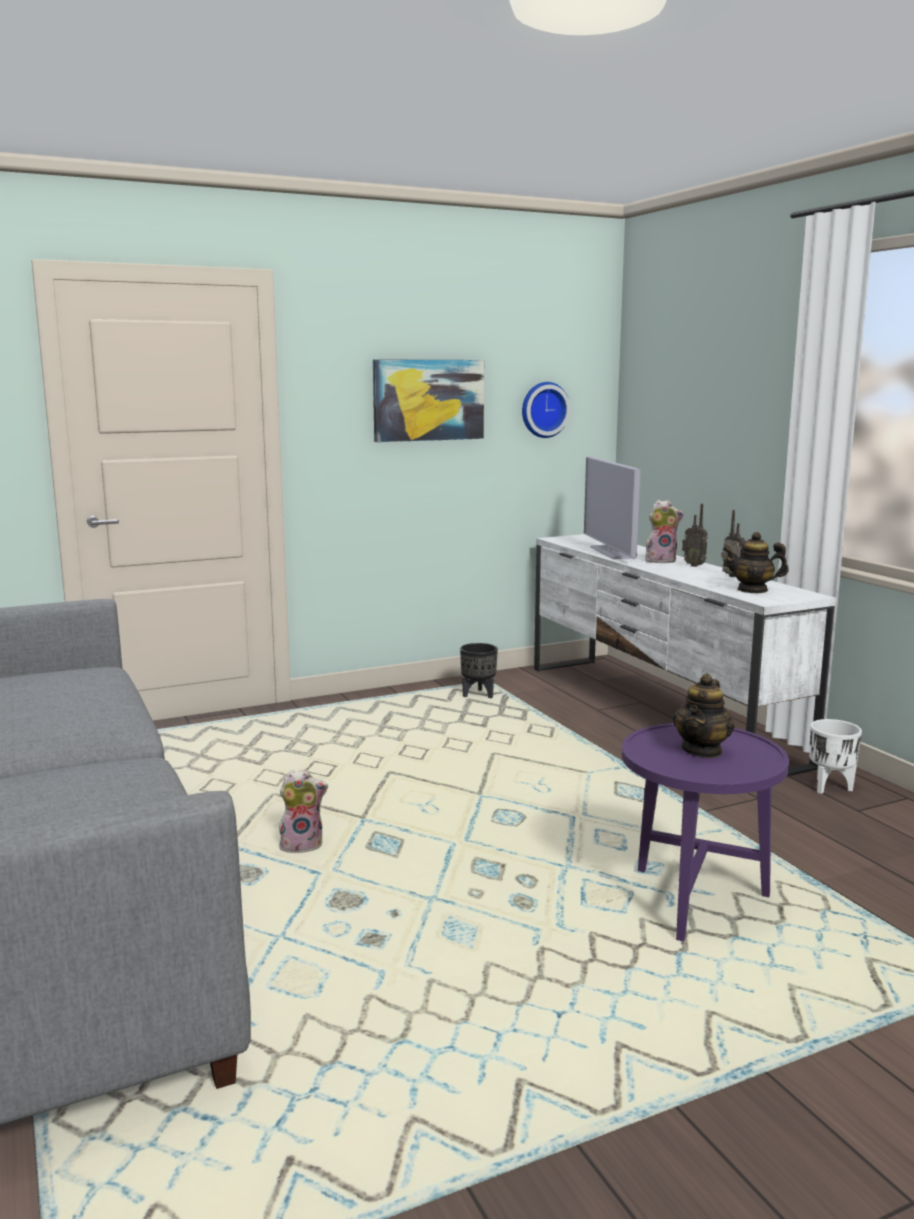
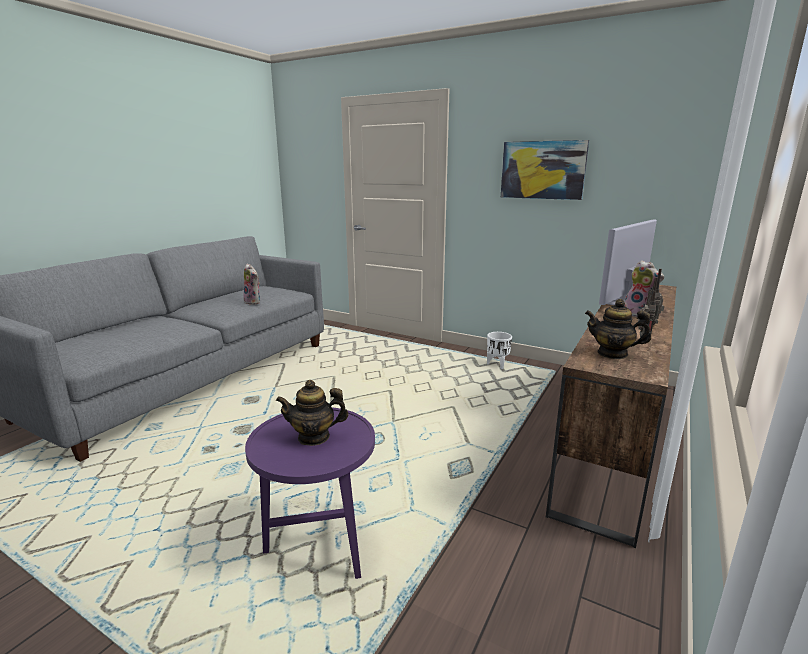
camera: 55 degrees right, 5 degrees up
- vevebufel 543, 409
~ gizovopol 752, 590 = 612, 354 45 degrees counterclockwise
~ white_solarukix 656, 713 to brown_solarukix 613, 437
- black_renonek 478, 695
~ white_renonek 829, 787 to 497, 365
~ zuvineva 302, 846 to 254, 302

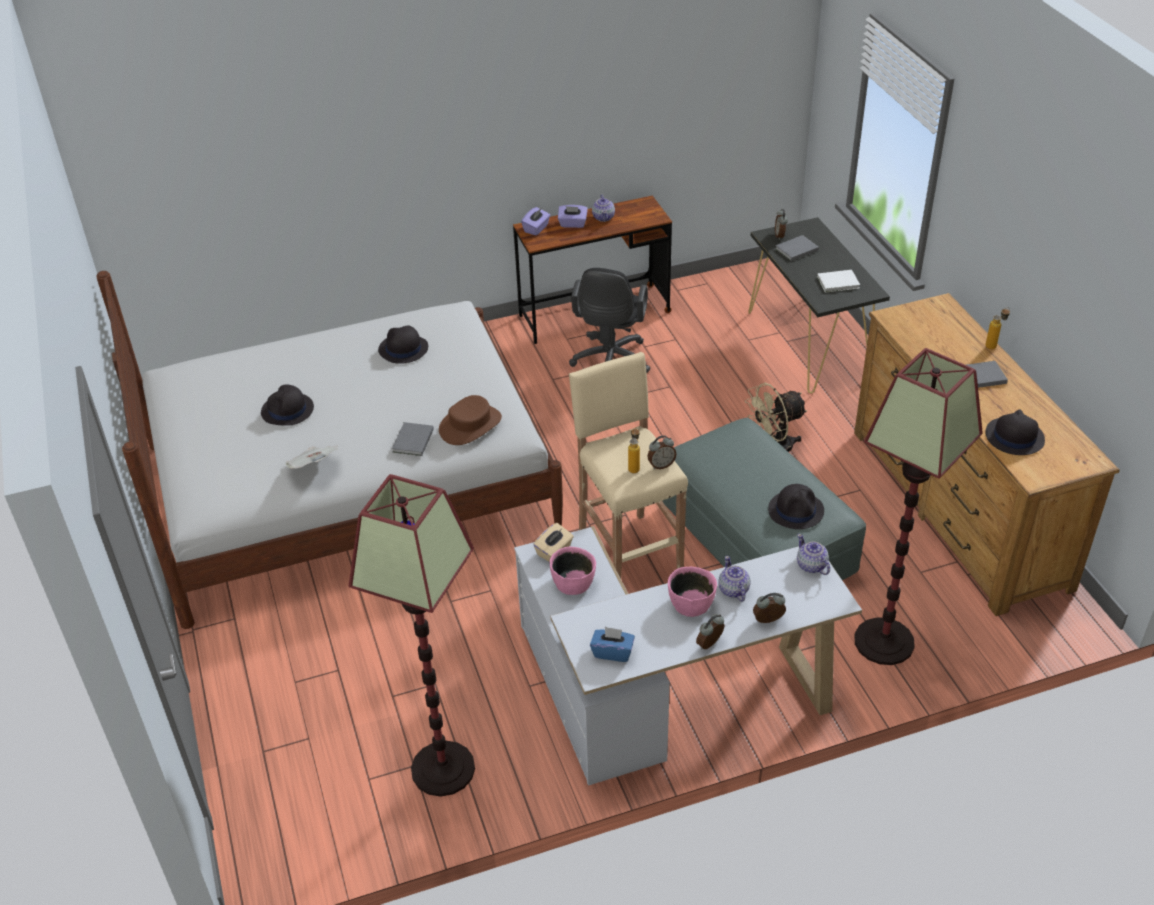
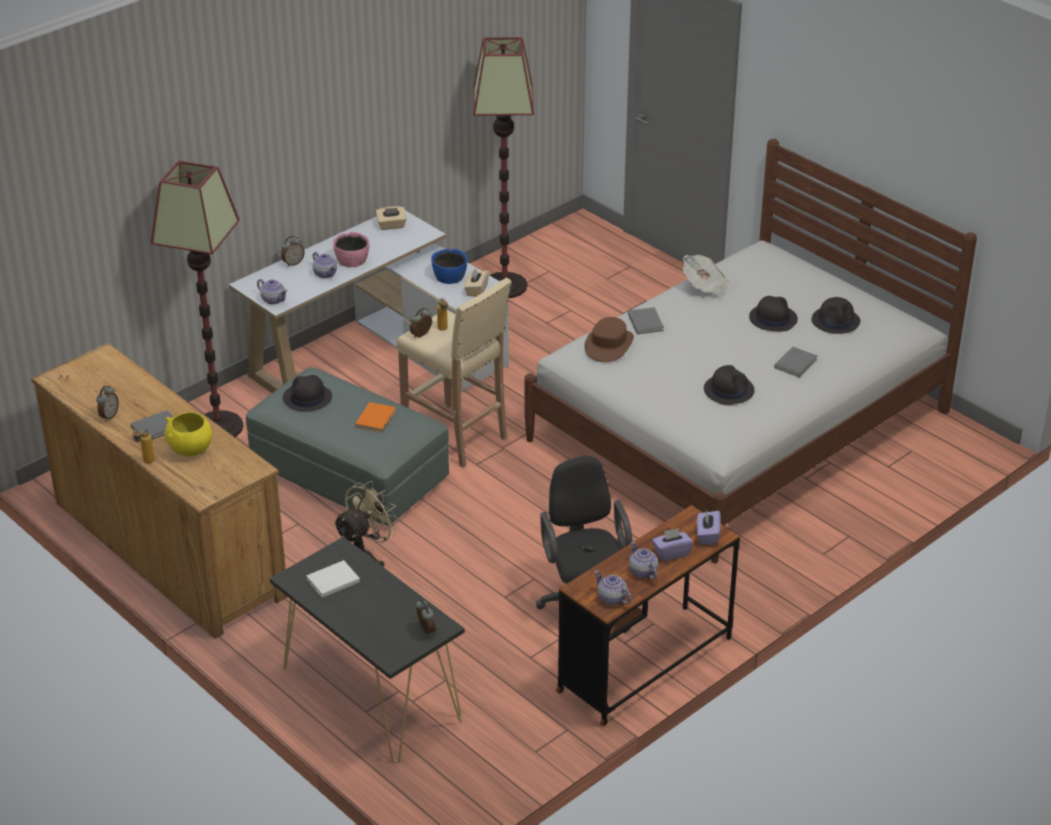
camera: 155 degrees right, 5 degrees down
~ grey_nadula 795, 250 to 796, 363
~ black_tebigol 1014, 437 to 836, 321
~ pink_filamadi 573, 582 to blue_filamadi 450, 277
~ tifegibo 710, 645 to 108, 416
~ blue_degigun 612, 652 to beige_degigun 391, 226
+ orange_nadula 376, 418
+ yellow_filamadi 190, 450
+ gizovopol 612, 599

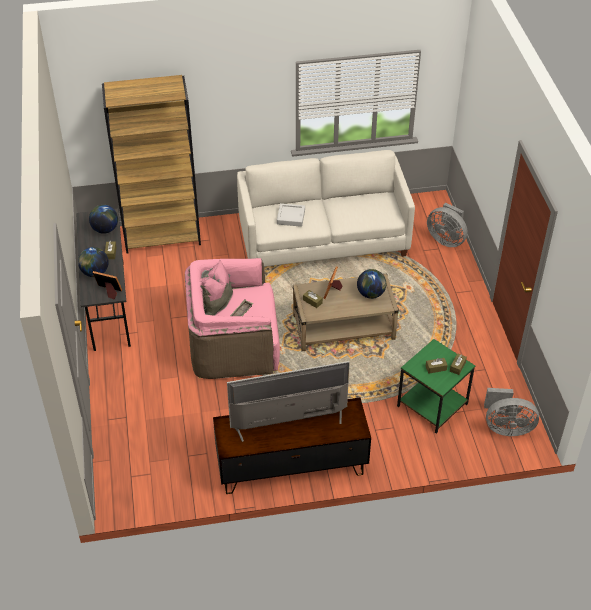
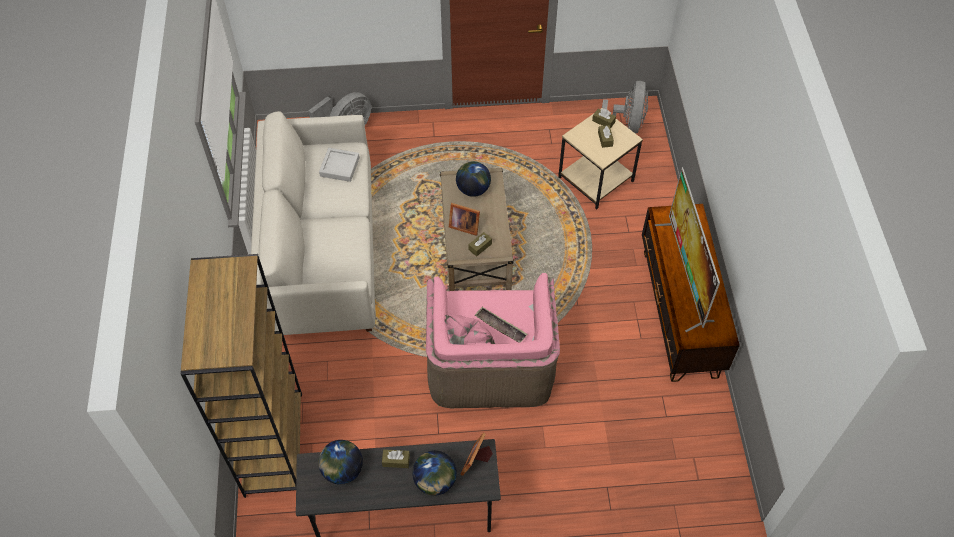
camera: 85 degrees left, 10 degrees up
~ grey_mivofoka 291, 217 to 340, 167
~ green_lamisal 432, 406 to beige_lamisal 597, 179

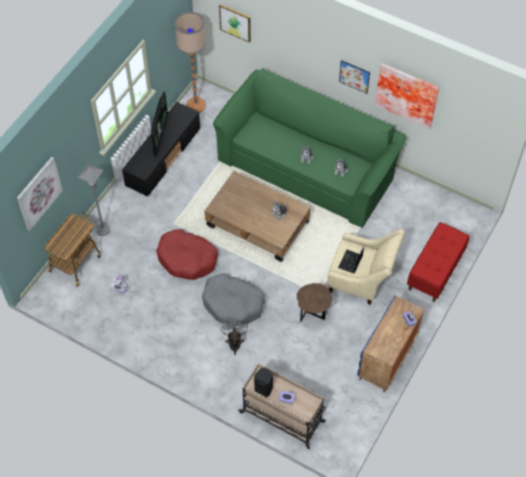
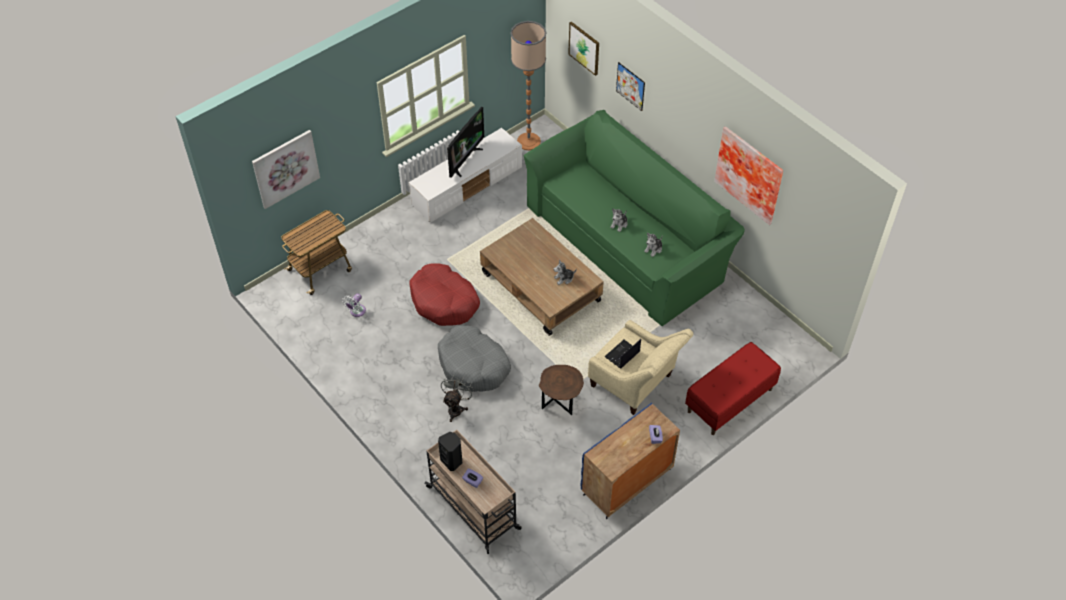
camera: 20 degrees right, 5 degrees down
~ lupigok 354, 76 to 630, 86
~ black_solarukix 163, 157 to white_solarukix 467, 186
- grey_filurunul 103, 230

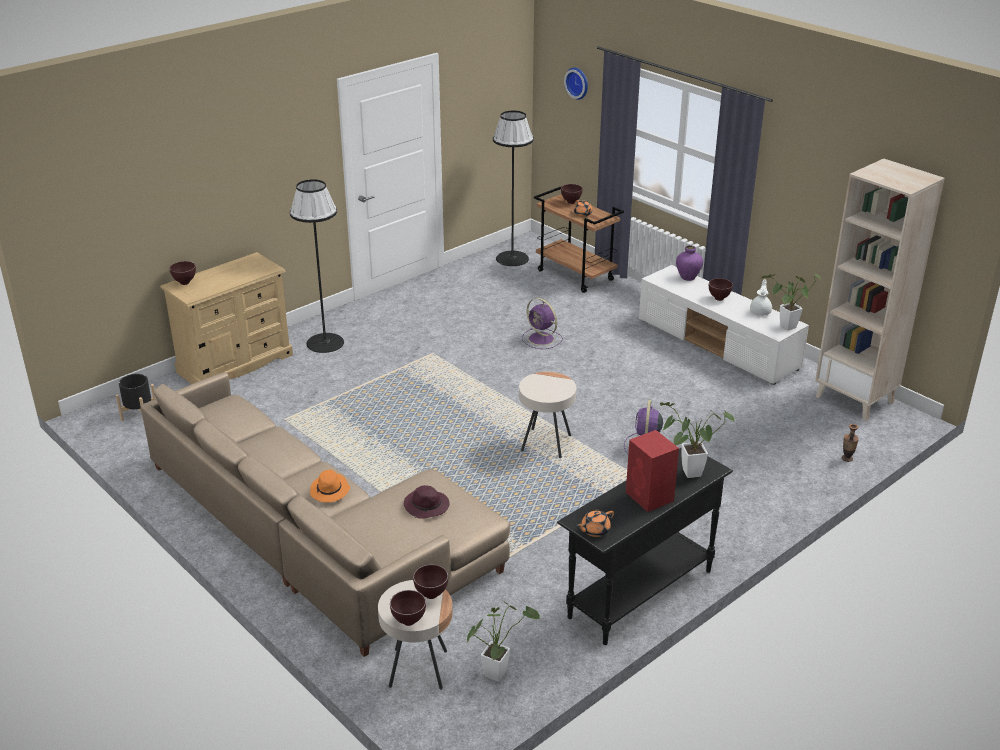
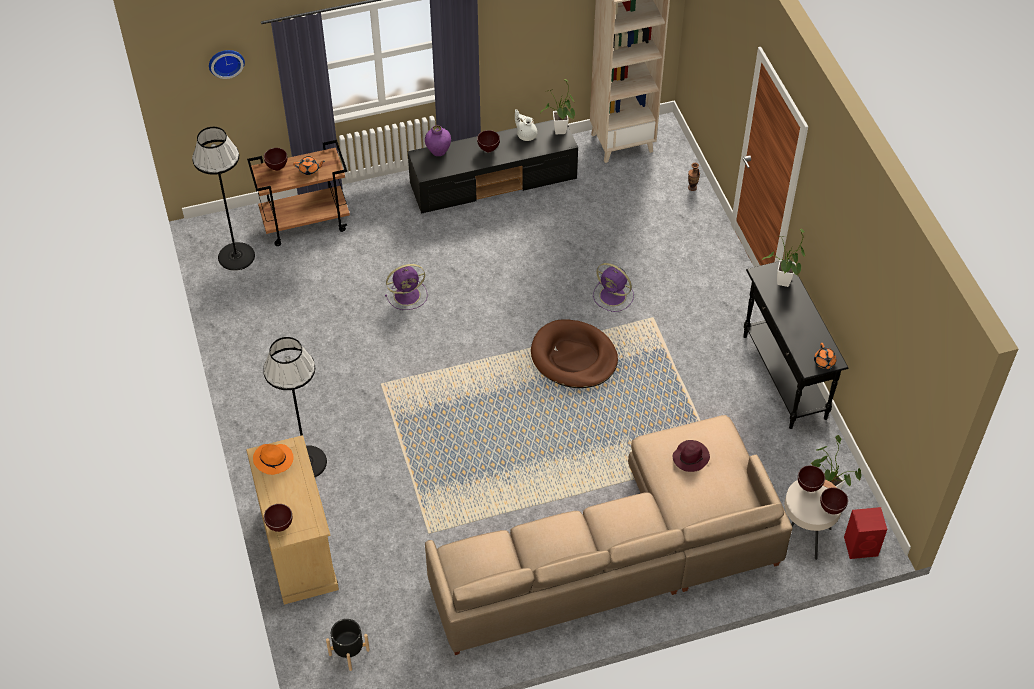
camera: 65 degrees left, 20 degrees up
~ white_solarukix 718, 345 to black_solarukix 494, 182
~ beige_lamisal 546, 443 to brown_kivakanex 574, 357
~ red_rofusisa 650, 497 to 861, 546
~ orange_tebigol 330, 491 to 274, 460

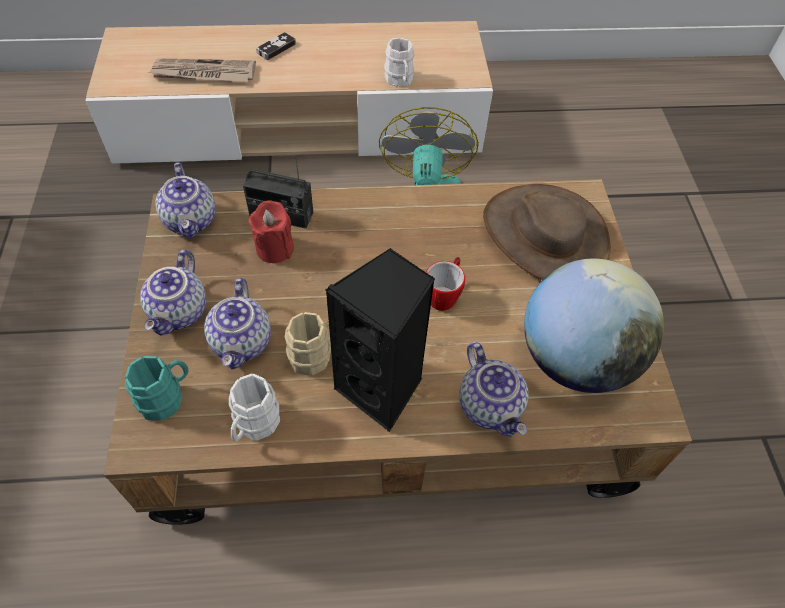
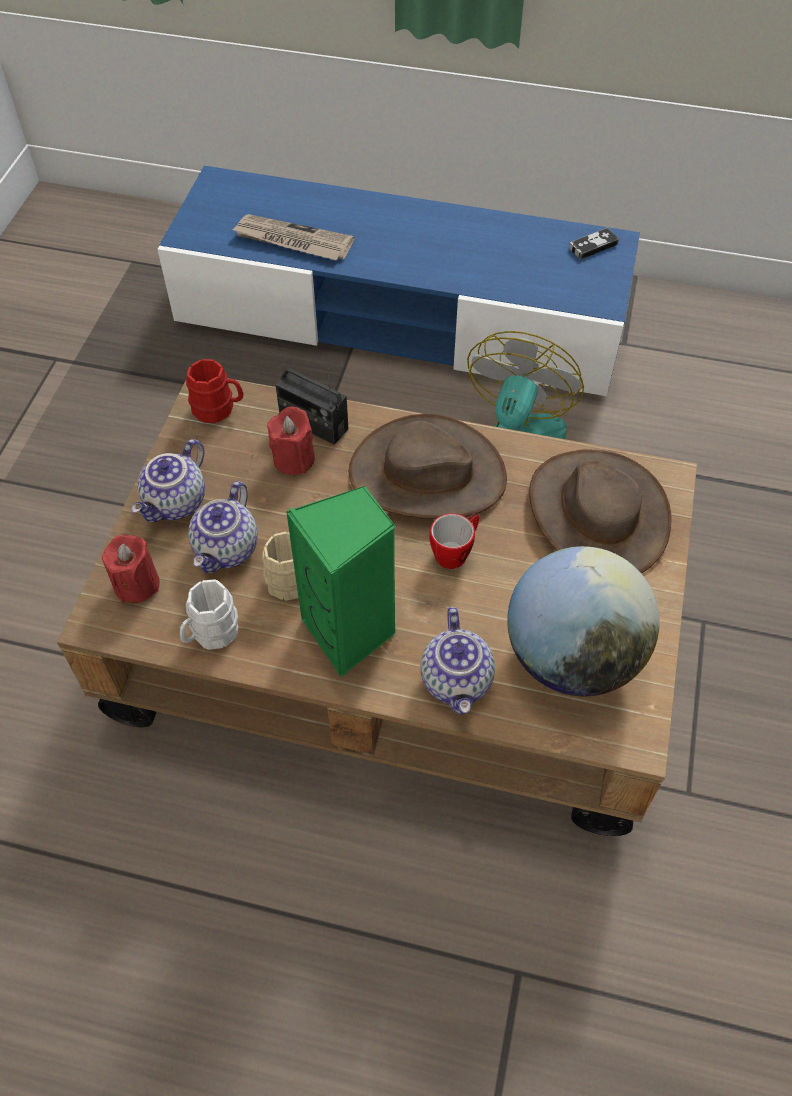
camera: 20 degrees right, 0 degrees up
~ beige_solarukix 300, 125 to blue_solarukix 399, 317
~ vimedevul 276, 48 to 593, 246
- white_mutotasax 400, 81
~ gizovopol 191, 220 to red_mutotasax 219, 409
~ black_rofusisa 382, 389 to green_rofusisa 351, 633
~ turquoise_mutotasax 167, 397 to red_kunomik 136, 584
+ brown_tebigol 427, 475

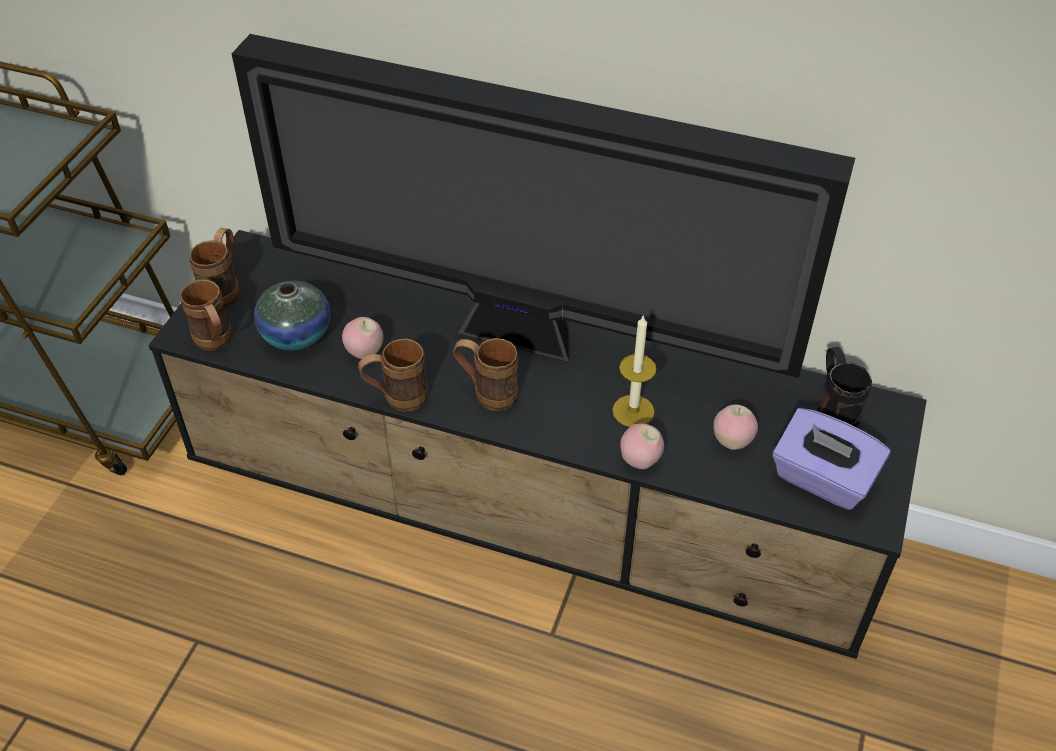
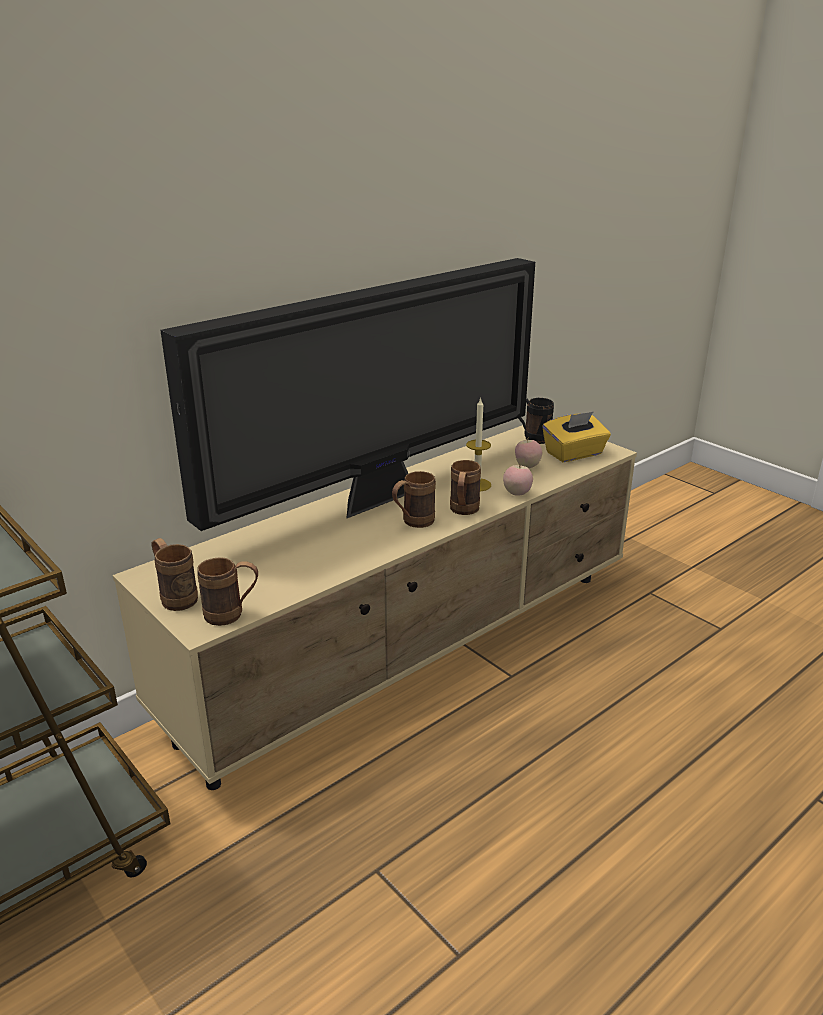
camera: 60 degrees left, 20 degrees down
~ black_solarukix 531, 518 to beige_solarukix 413, 651
- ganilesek 296, 334
- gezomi 365, 352
~ brown_mutotasax 396, 399 to 463, 511
~ purple_degigun 822, 479 to yellow_degigun 574, 454

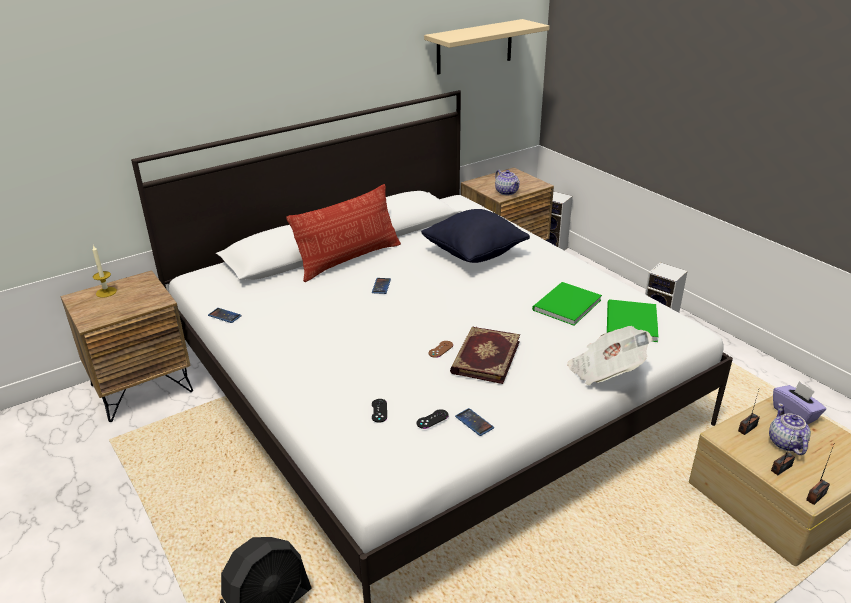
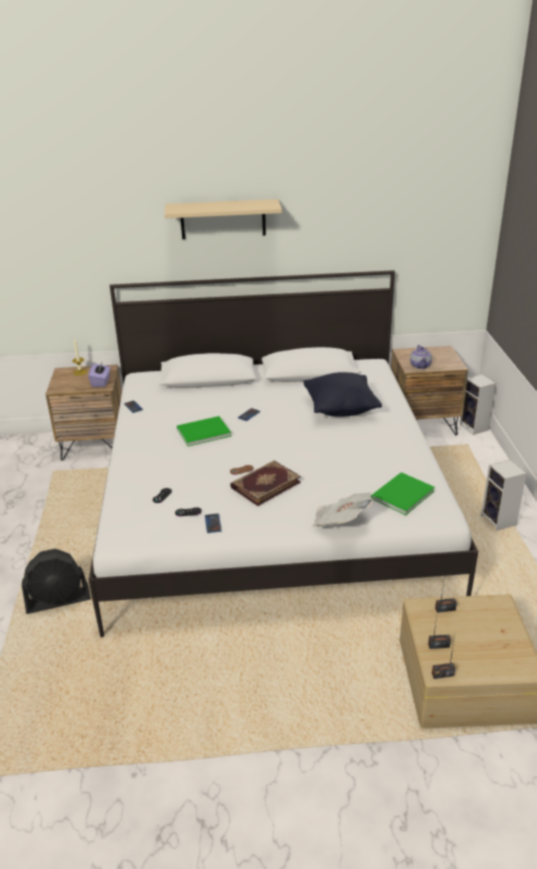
camera: 30 degrees right, 0 degrees up
~ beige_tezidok 474, 47 to 223, 219
- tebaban 349, 259
~ green_nadula 564, 305 to 202, 432
~ purple_degigun 795, 414 to 101, 382
- gizovopol 785, 443

